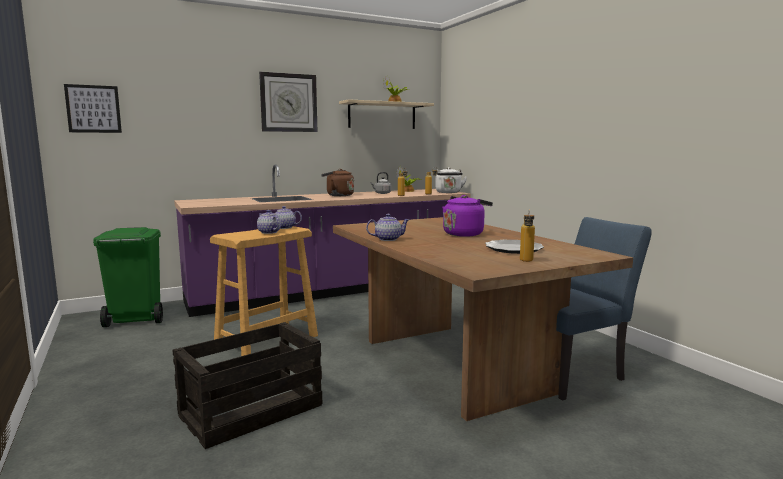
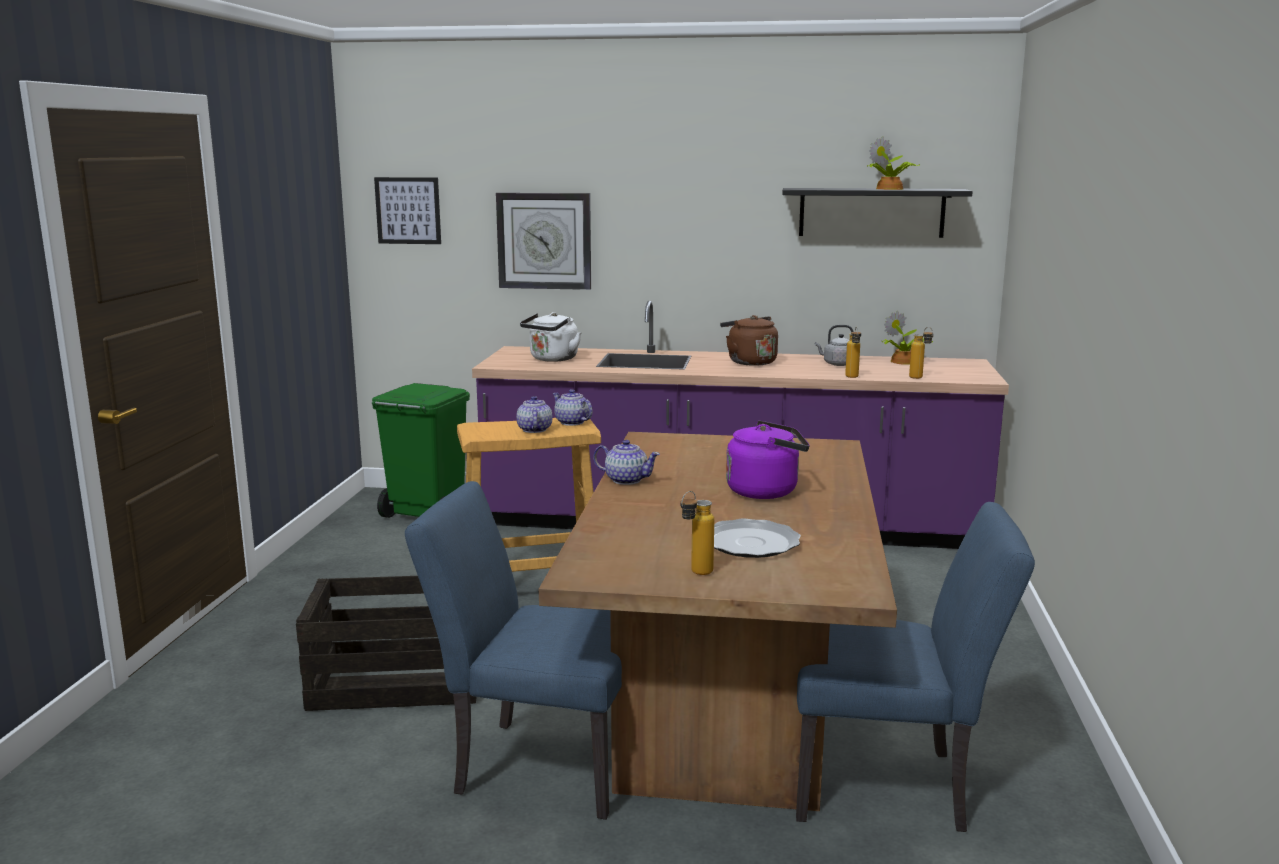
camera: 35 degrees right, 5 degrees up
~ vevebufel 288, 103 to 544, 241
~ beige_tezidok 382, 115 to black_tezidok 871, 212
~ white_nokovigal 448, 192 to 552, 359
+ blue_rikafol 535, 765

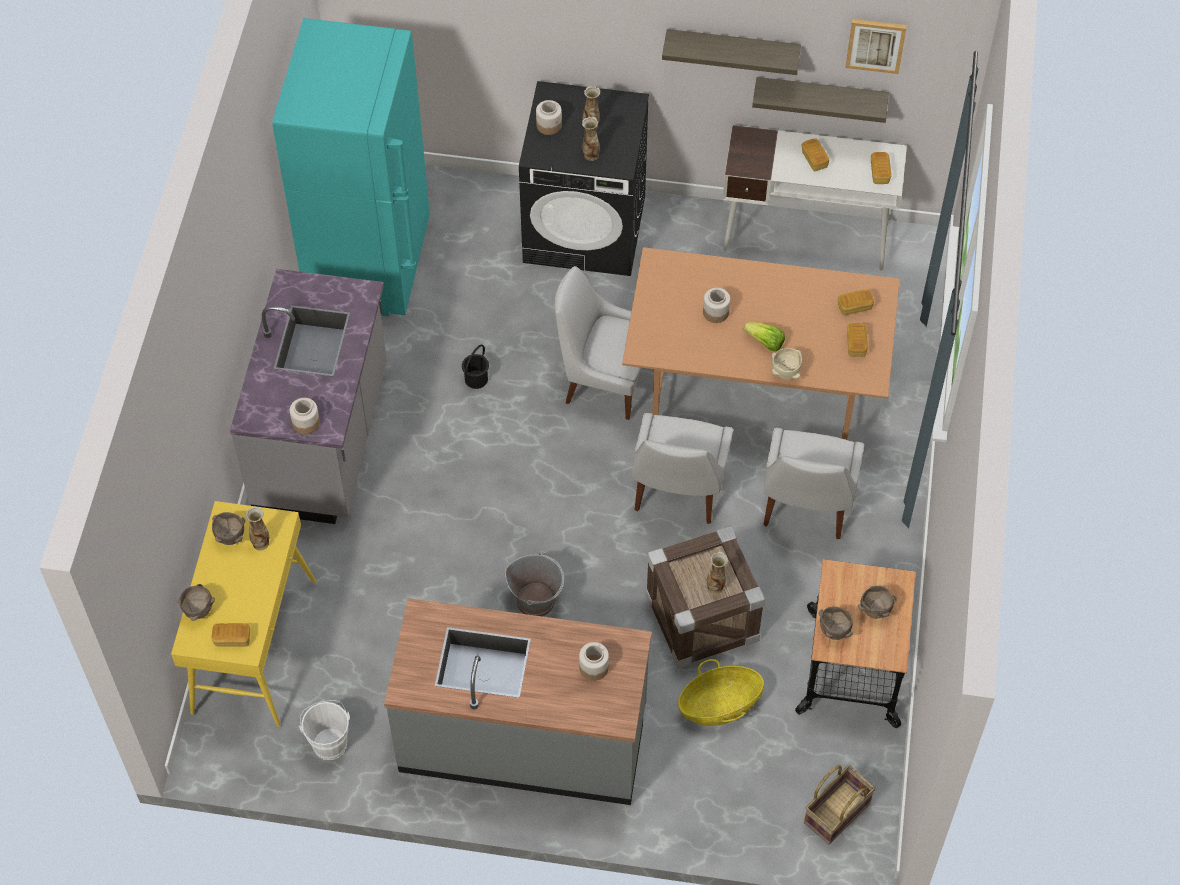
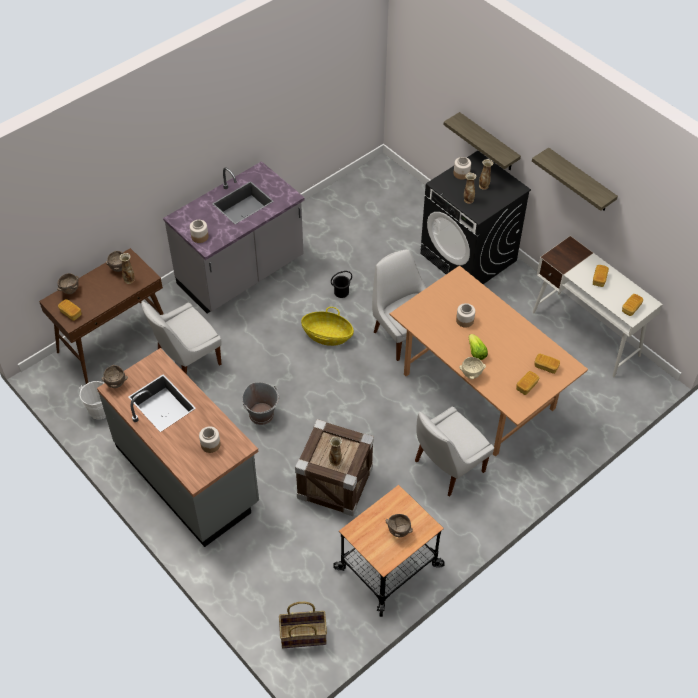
camera: 40 degrees right, 5 degrees down
- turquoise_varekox 370, 264
- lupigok 875, 44
~ tezidok 820, 97 to 488, 143
~ white_rikafol 677, 492 to 186, 361
~ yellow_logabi 254, 645 to brown_logabi 115, 342
~ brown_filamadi 834, 632 to 116, 384
~ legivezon 719, 705 to 327, 336

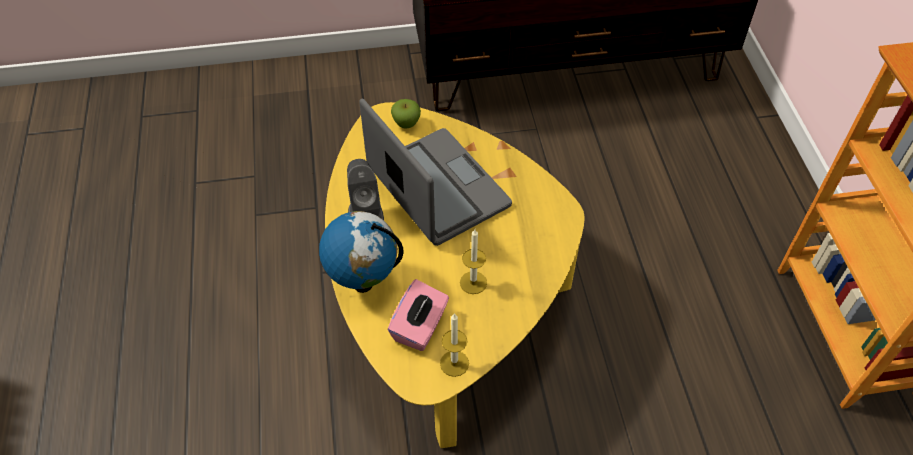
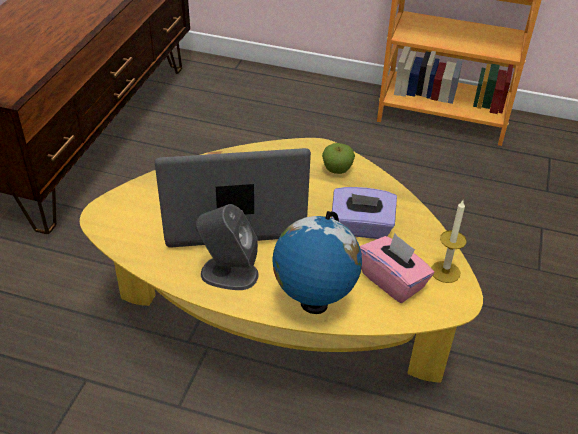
camera: 65 degrees left, 10 degrees down
~ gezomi 406, 124 to 337, 170
~ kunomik 473, 282 to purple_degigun 361, 228

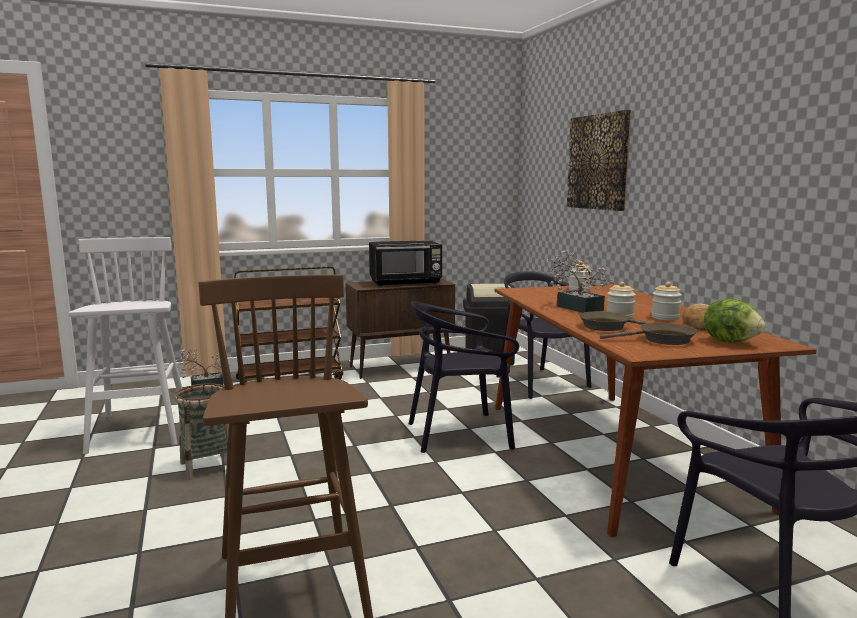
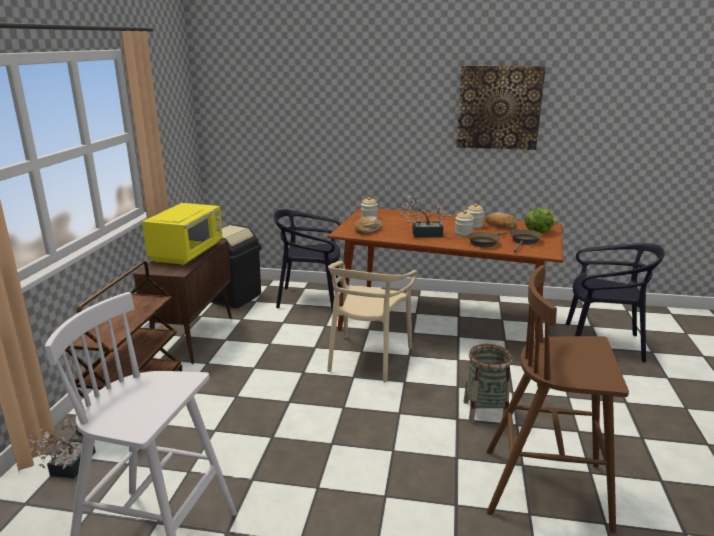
camera: 60 degrees left, 10 degrees up
~ lupigok 598, 162 to 499, 107
~ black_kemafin 406, 283 to yellow_kemafin 188, 253
~ black_rikafol 460, 434 to beige_rikafol 368, 358
~ legivezon 207, 466 to 485, 412
+ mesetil 368, 230

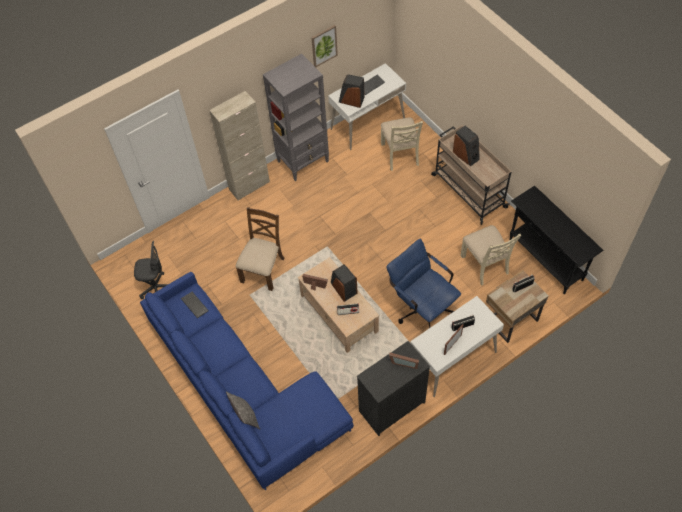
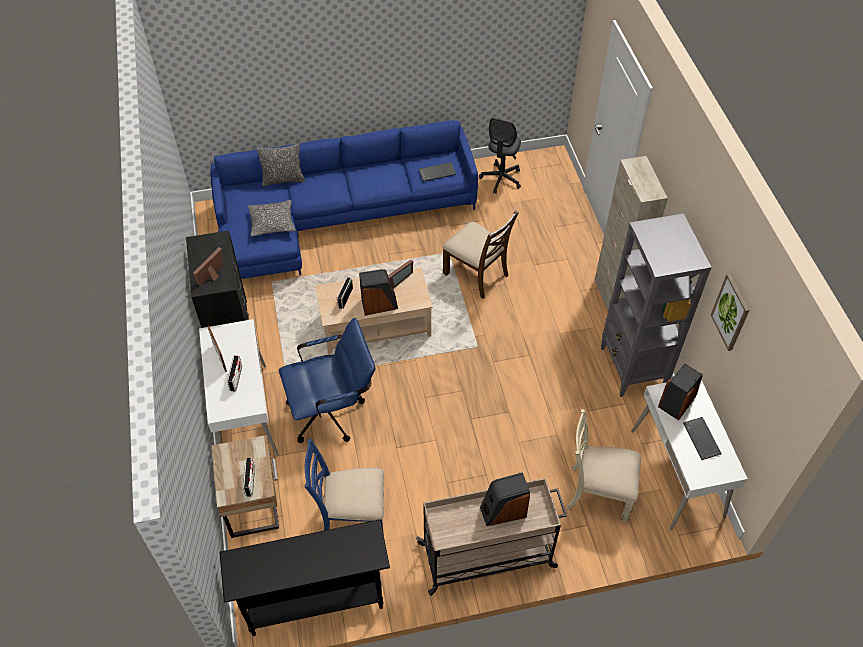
camera: 110 degrees right, 5 degrees down
~ beige_rikafol 485, 264 to blue_rikafol 352, 516
+ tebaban 272, 223

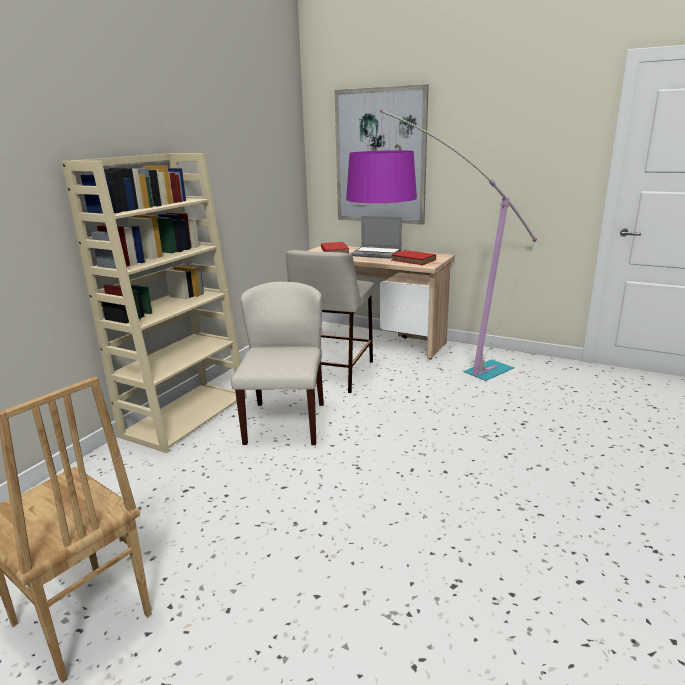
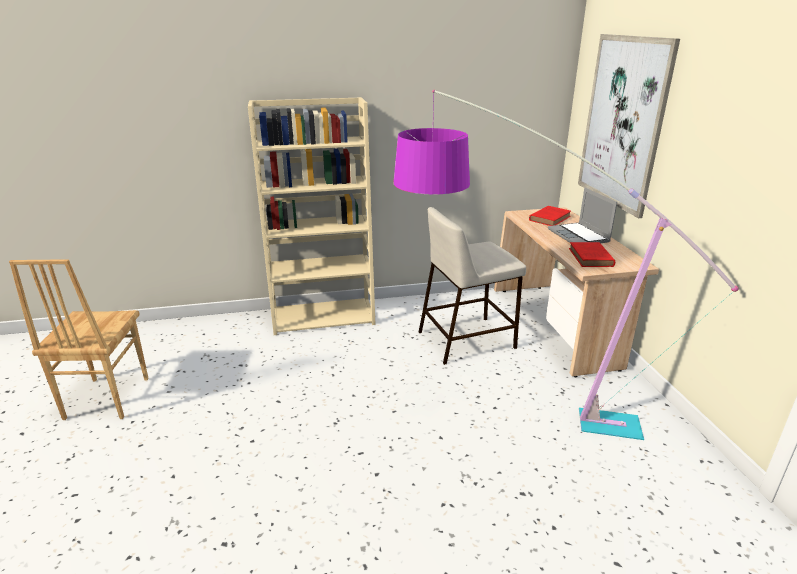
camera: 50 degrees right, 5 degrees up
- beige_rikafol 285, 422

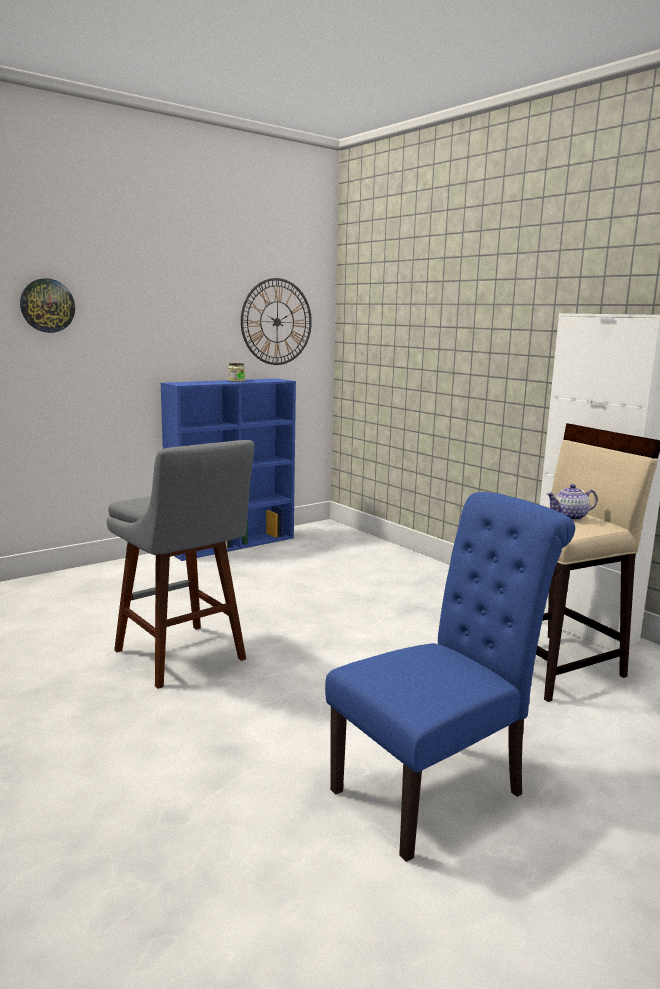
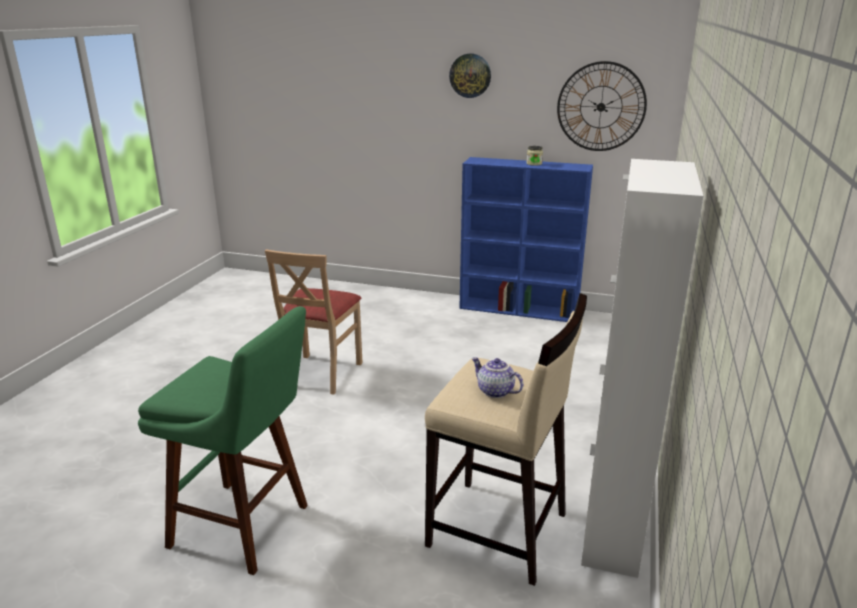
camera: 55 degrees right, 10 degrees up
~ vevebufel 47, 305 to 470, 75
~ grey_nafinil 184, 658 to beige_rikafol 321, 373
~ blue_rikafol 438, 789 to green_nafinil 247, 528

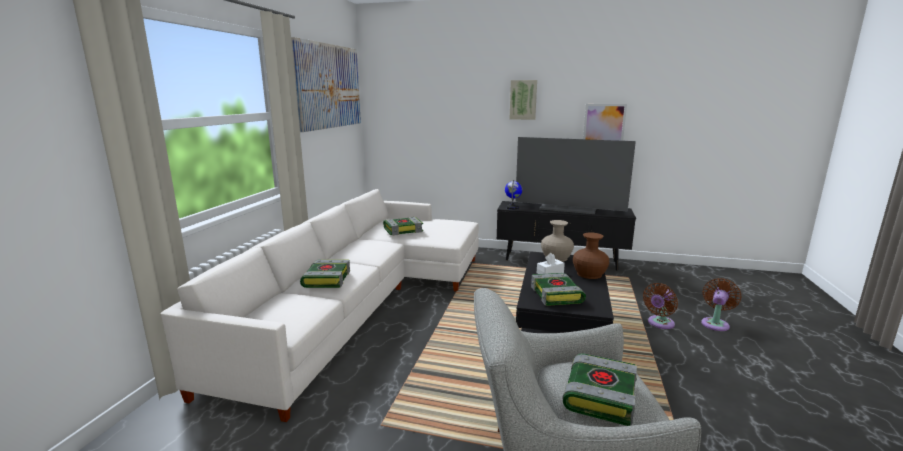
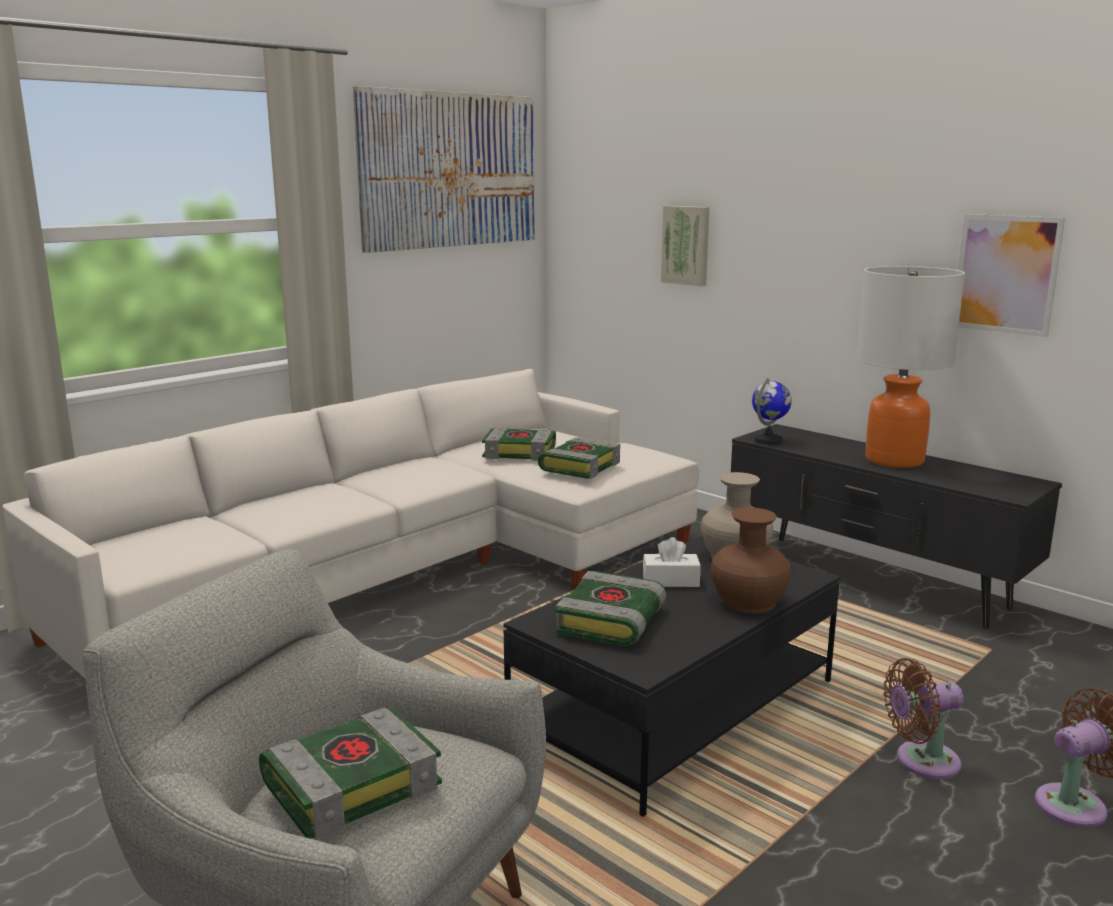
camera: 30 degrees right, 0 degrees up
~ lupigok 523, 100 to 686, 245
~ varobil 568, 208 to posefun 895, 460
~ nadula 326, 279 to 580, 466

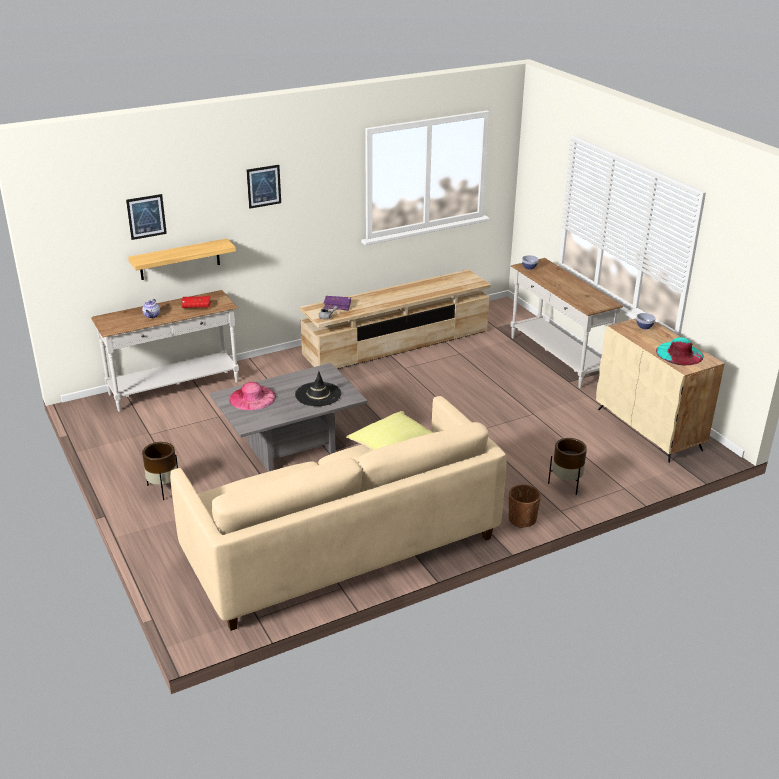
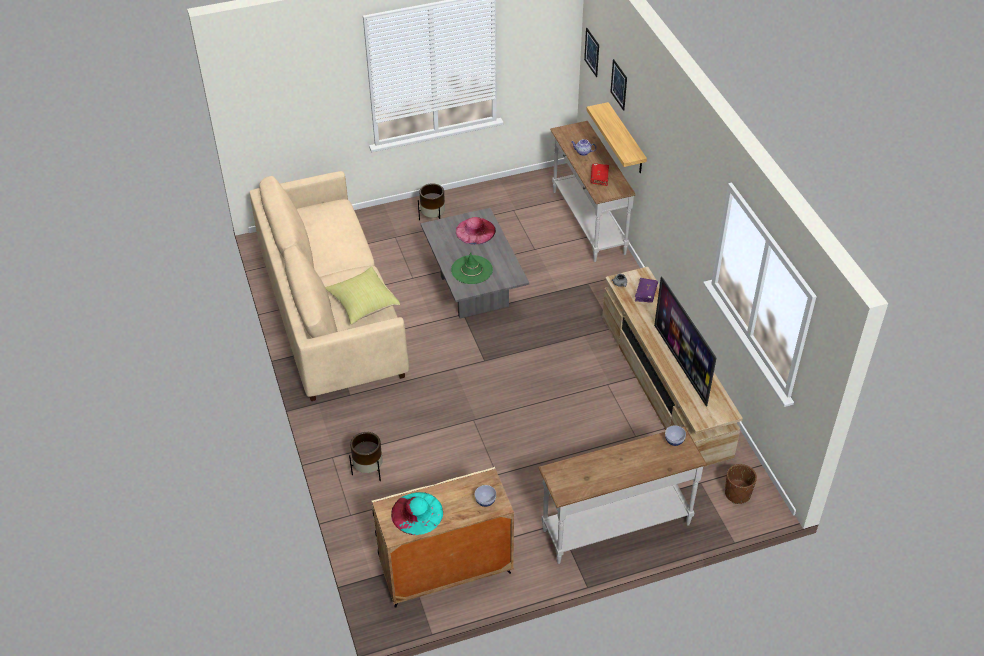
camera: 100 degrees right, 15 degrees up
~ lupigok 263, 186 to 592, 52
~ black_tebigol 318, 394 to green_tebigol 472, 270
~ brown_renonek 522, 520 to 737, 494
+ varobil 681, 364

